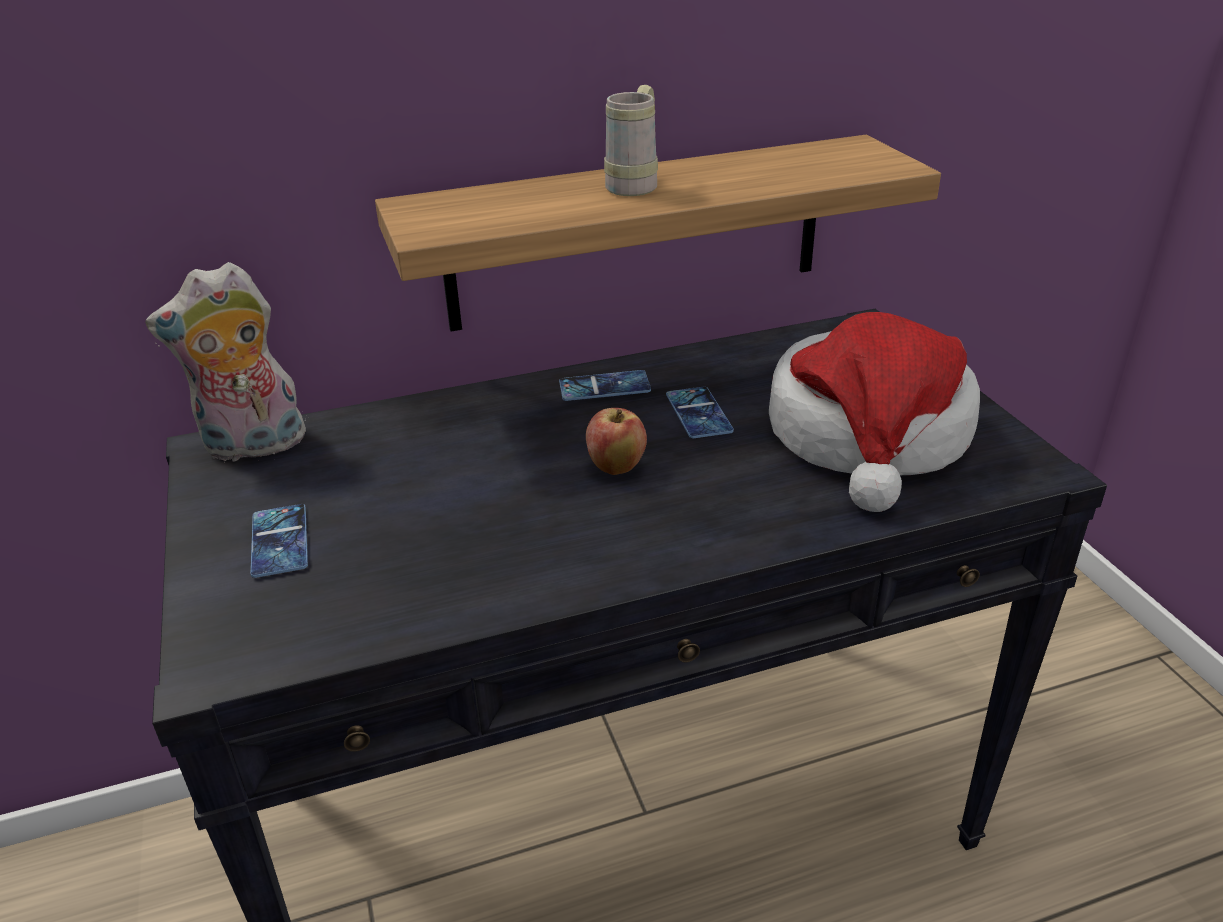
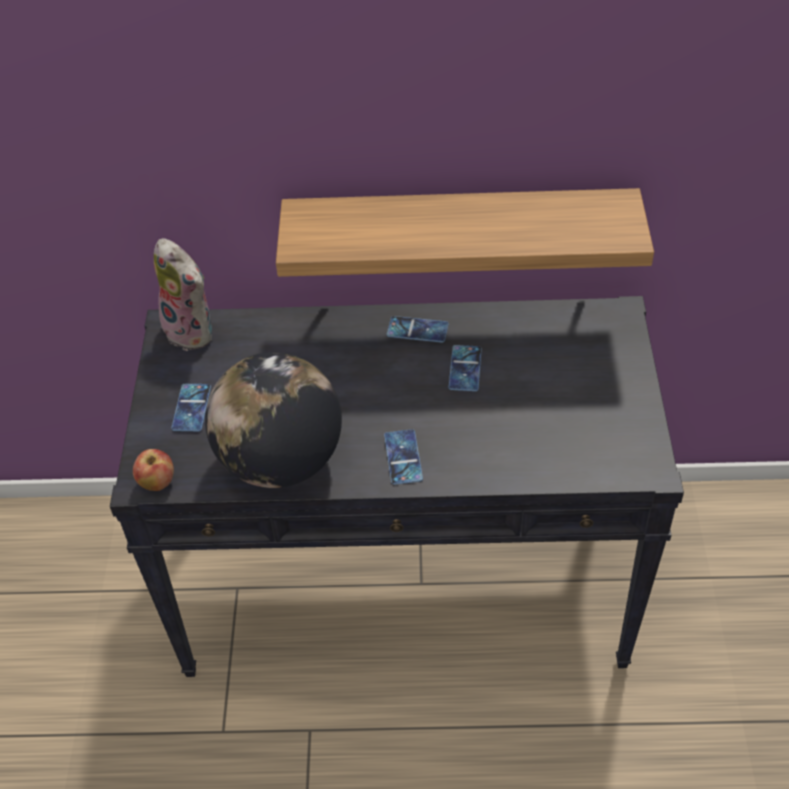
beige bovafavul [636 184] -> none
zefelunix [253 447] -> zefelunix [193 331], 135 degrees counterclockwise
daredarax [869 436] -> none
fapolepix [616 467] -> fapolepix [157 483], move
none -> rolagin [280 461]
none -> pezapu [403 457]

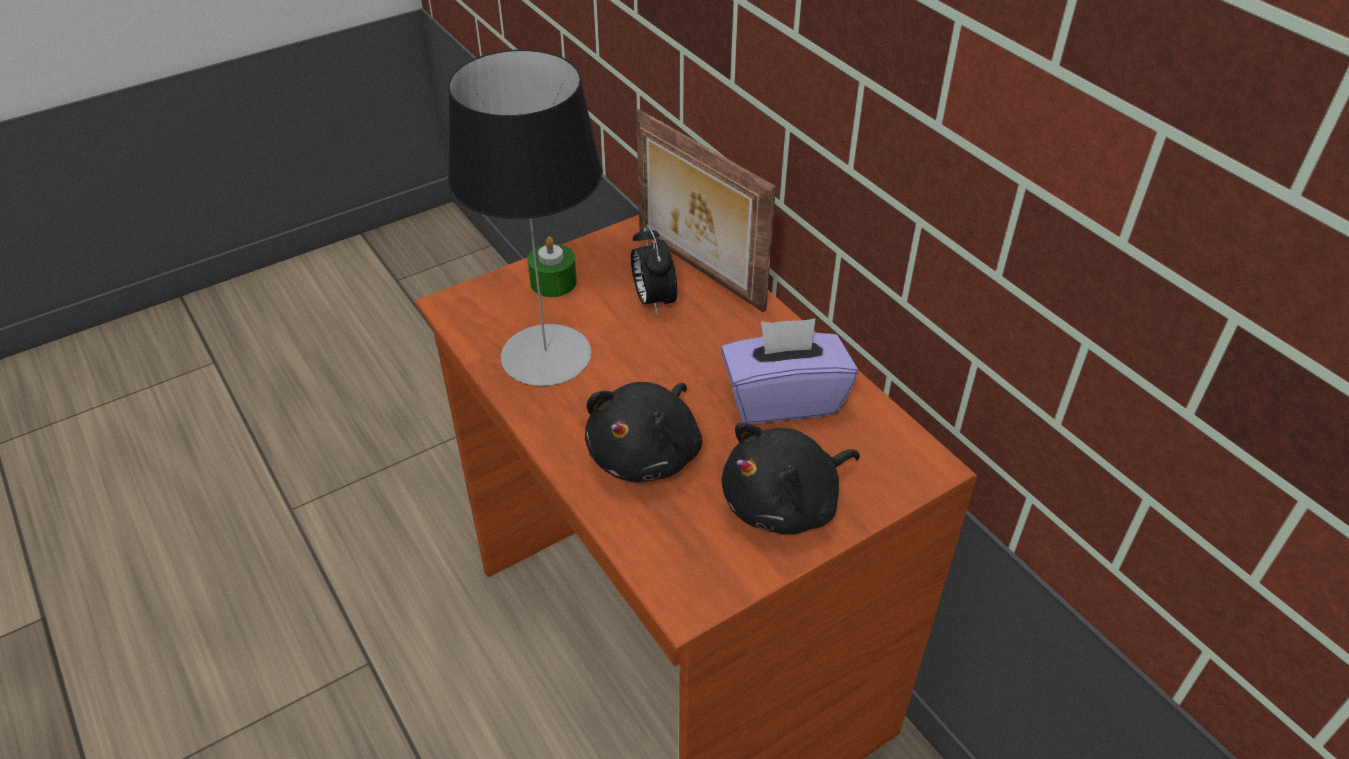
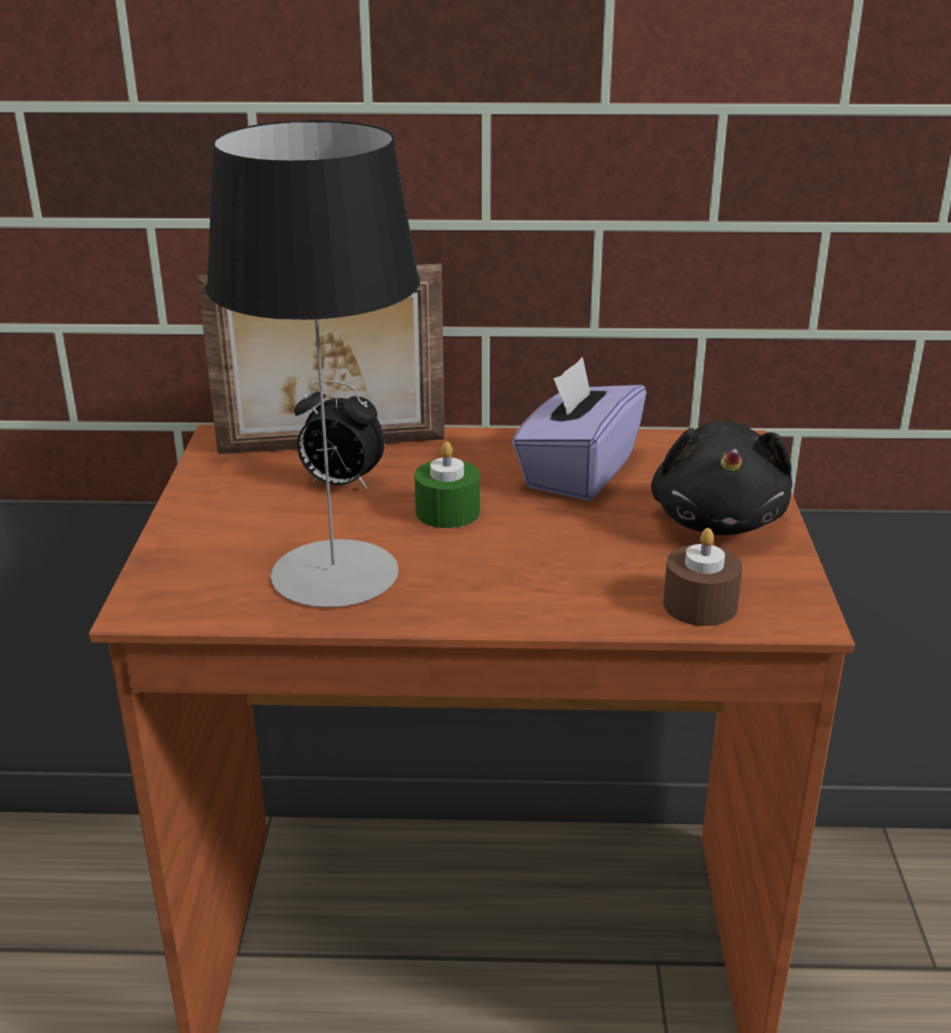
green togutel [553 282] -> green togutel [447 512], move
black zefelunix [647 453] -> none
none -> brown togutel [700 605]

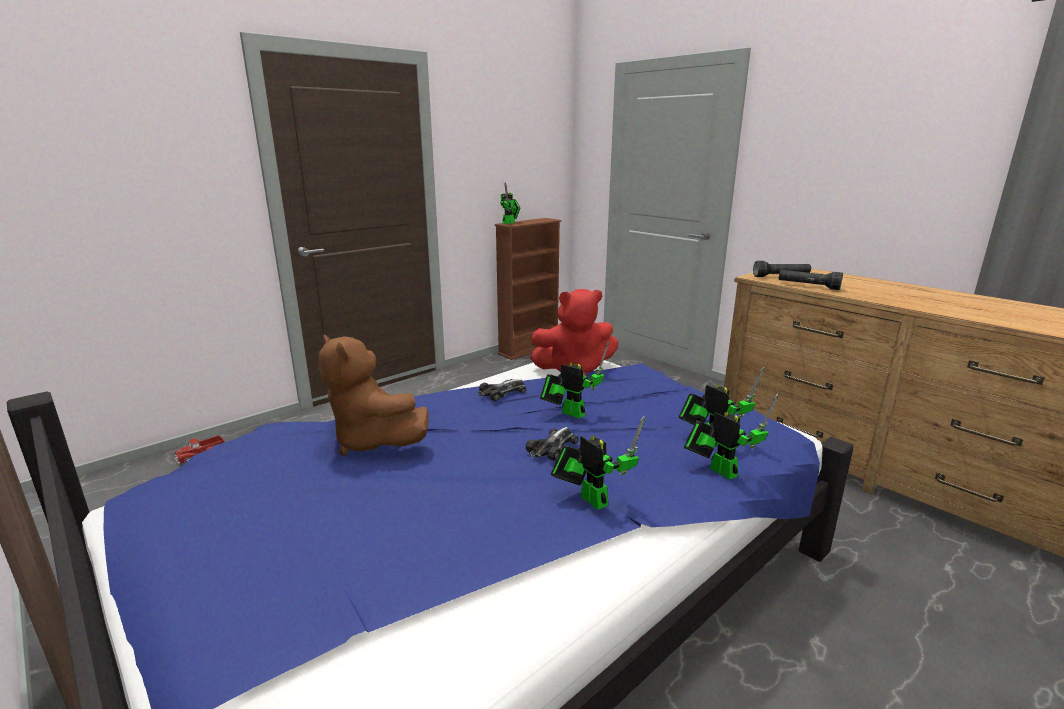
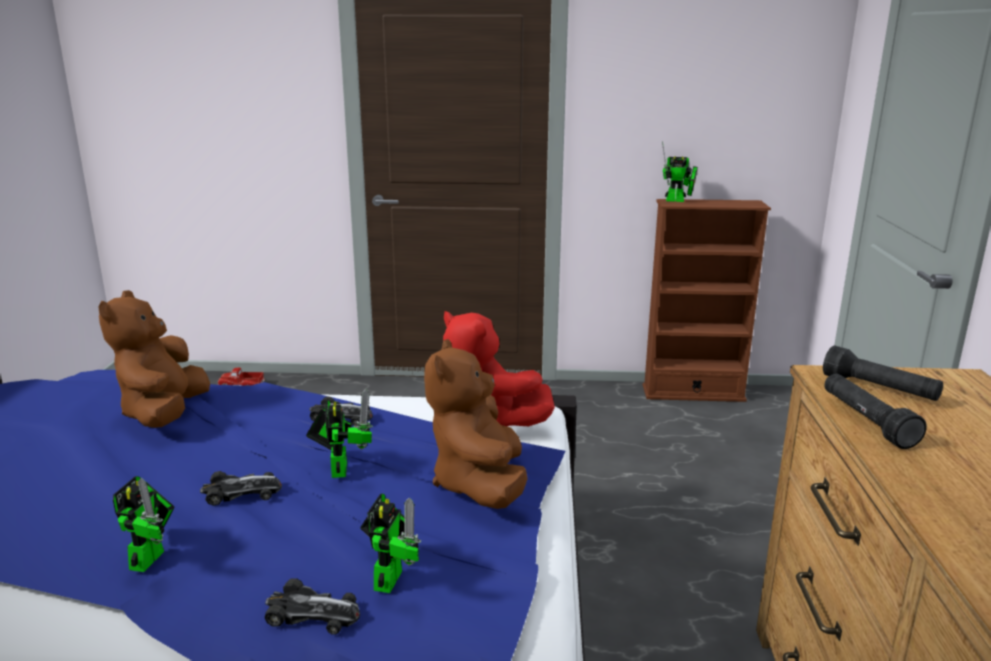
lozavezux [719 470] -> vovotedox [312 614]
none -> brown zefelunix [479 485]

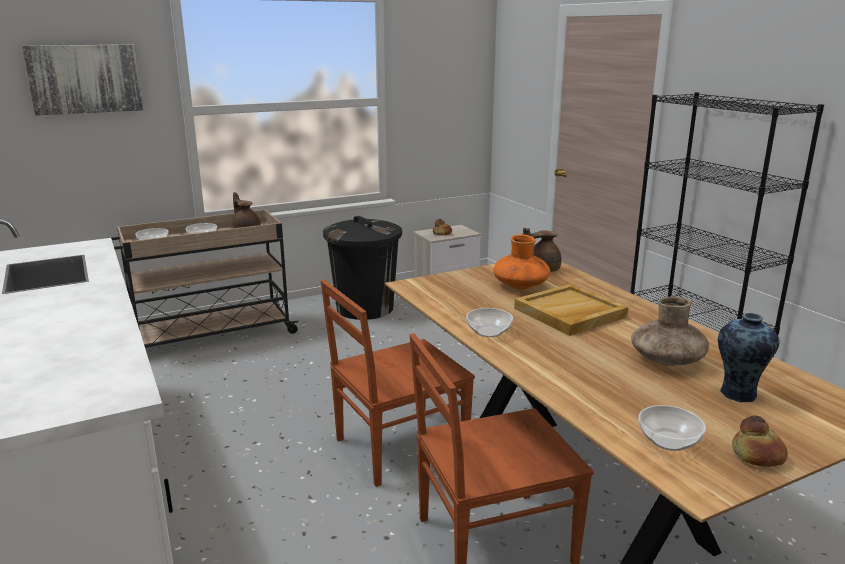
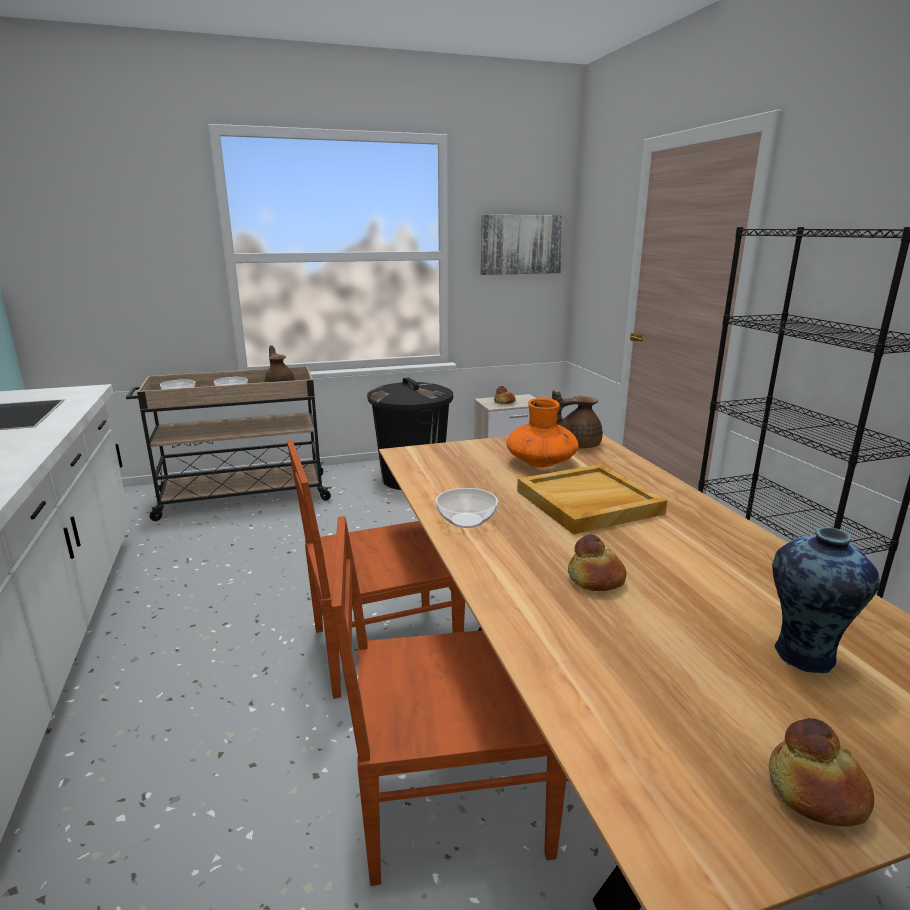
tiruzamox [85 79] -> tiruzamox [521 244], move
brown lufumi [666 360] -> none
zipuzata [669 441] -> none
none -> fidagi [595 580]

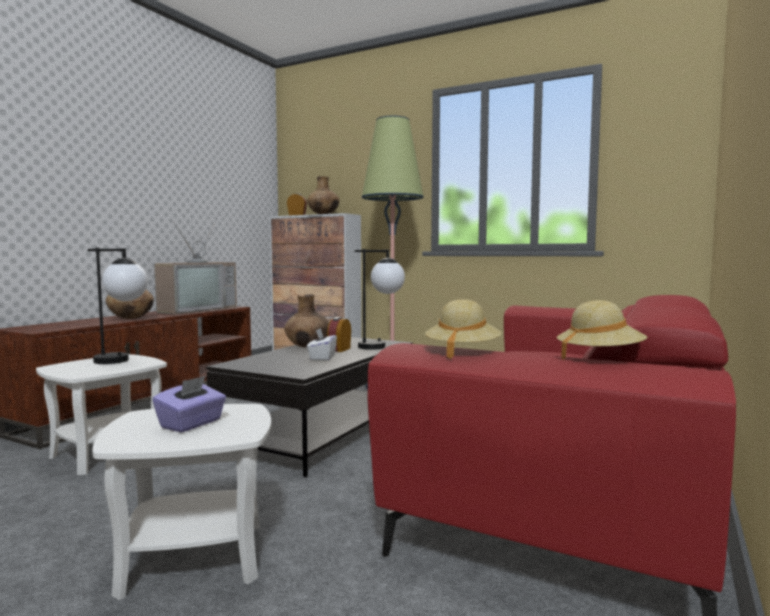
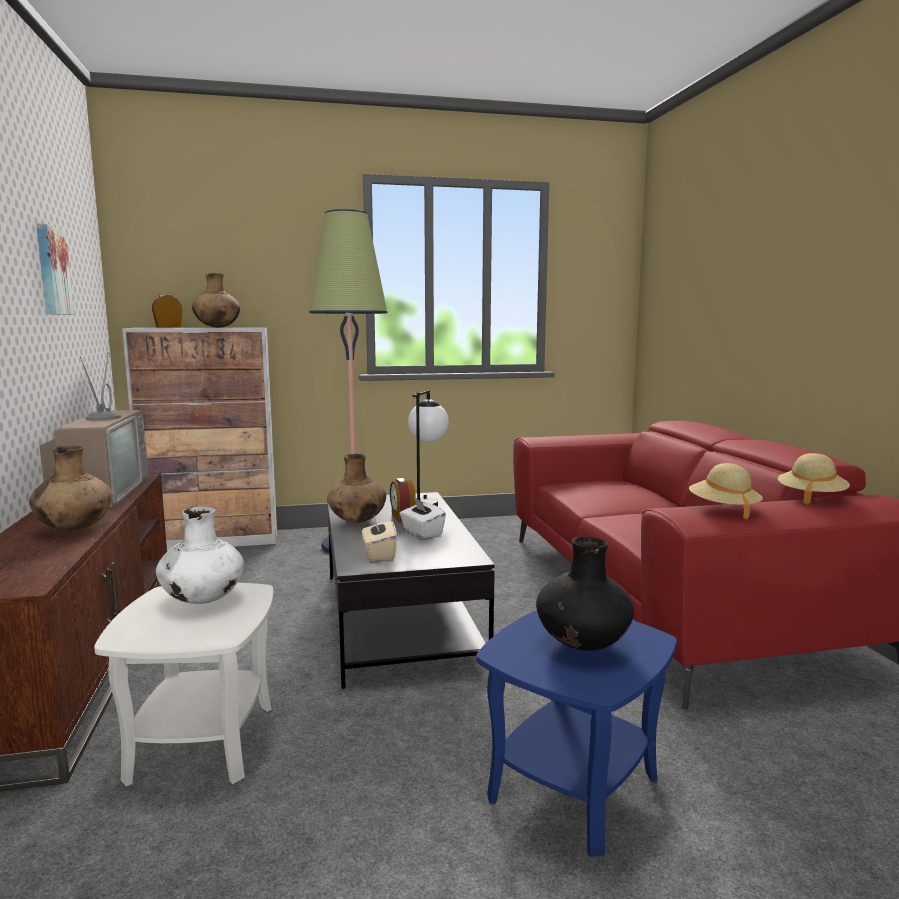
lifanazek [122 361] -> white lufumi [202 600]
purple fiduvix [192 424] -> black lufumi [582 644]
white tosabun [193 558] -> blue tosabun [573 788]
none -> tiruzamox [51 271]
none -> beige fiduvix [379 554]

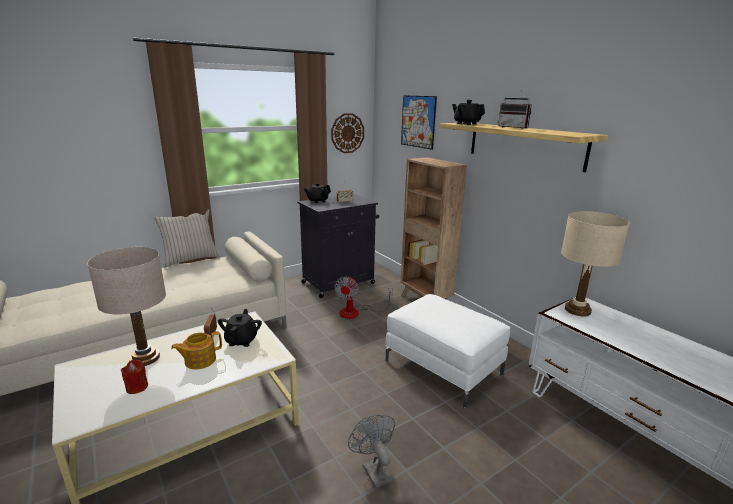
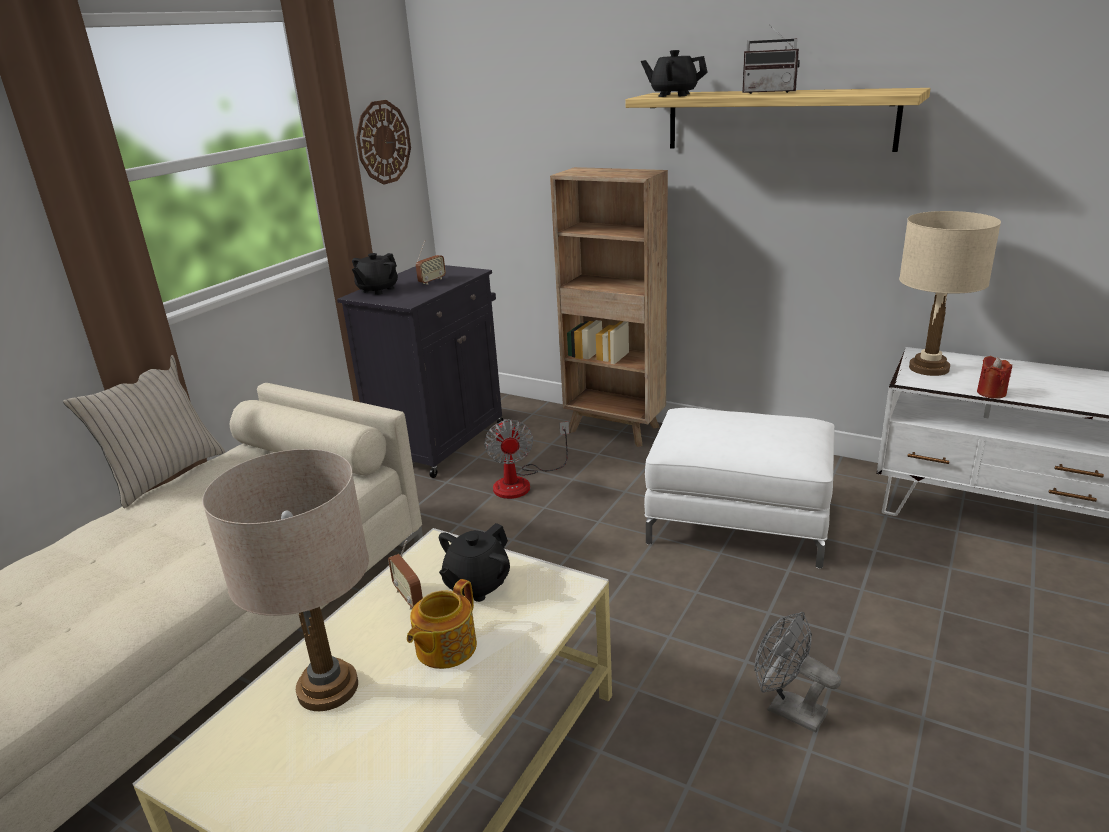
tiruzamox [418 121] -> none
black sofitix [241 340] -> black sofitix [477 585], 120 degrees counterclockwise
red togutel [137 387] -> red togutel [991 393], move

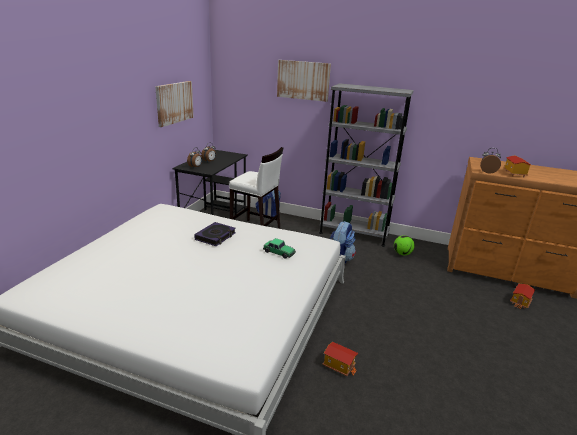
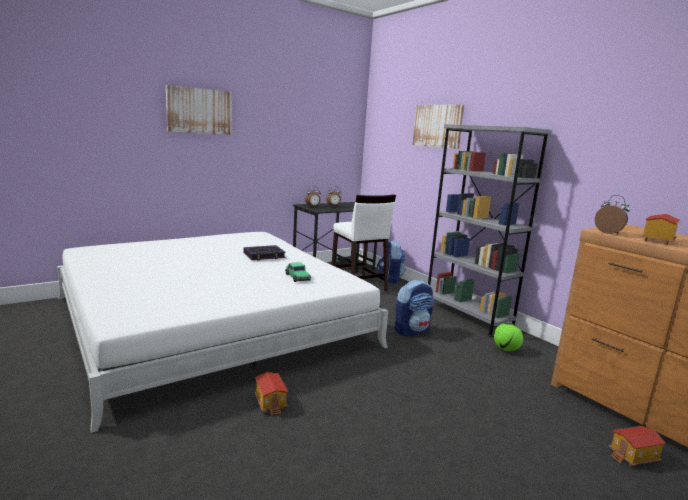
tiruzamox [174 103] -> tiruzamox [199 111], move

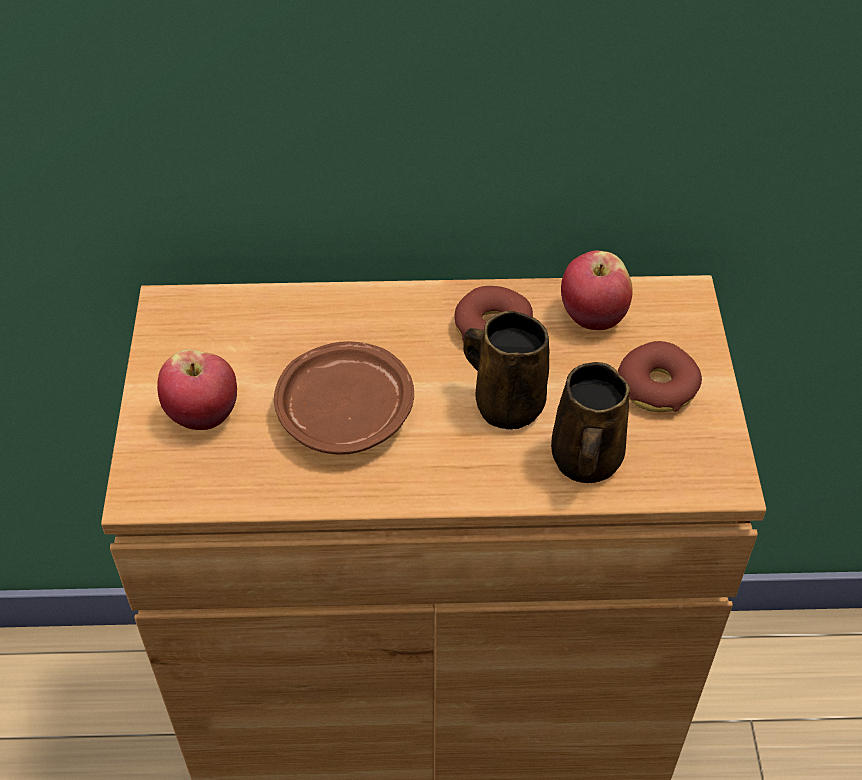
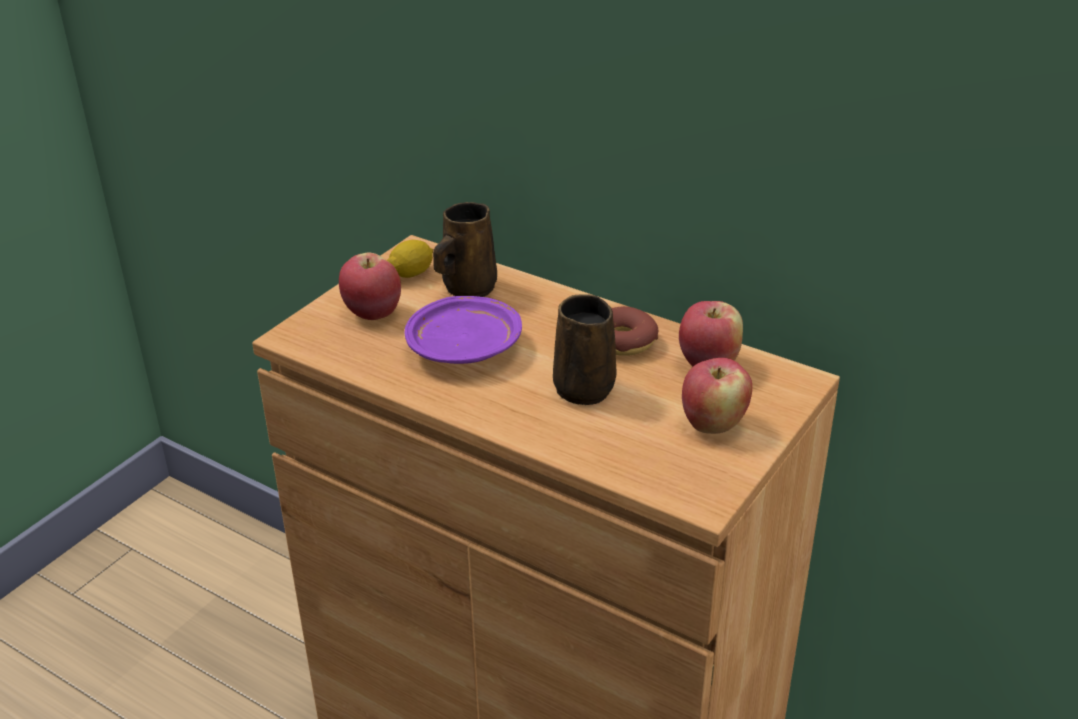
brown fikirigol [345 412] -> purple fikirigol [465 347]
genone [657 387] -> fapolepix [713 423]
brown bovafavul [585 462] -> brown bovafavul [467 288], move
none -> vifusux [411 273]

